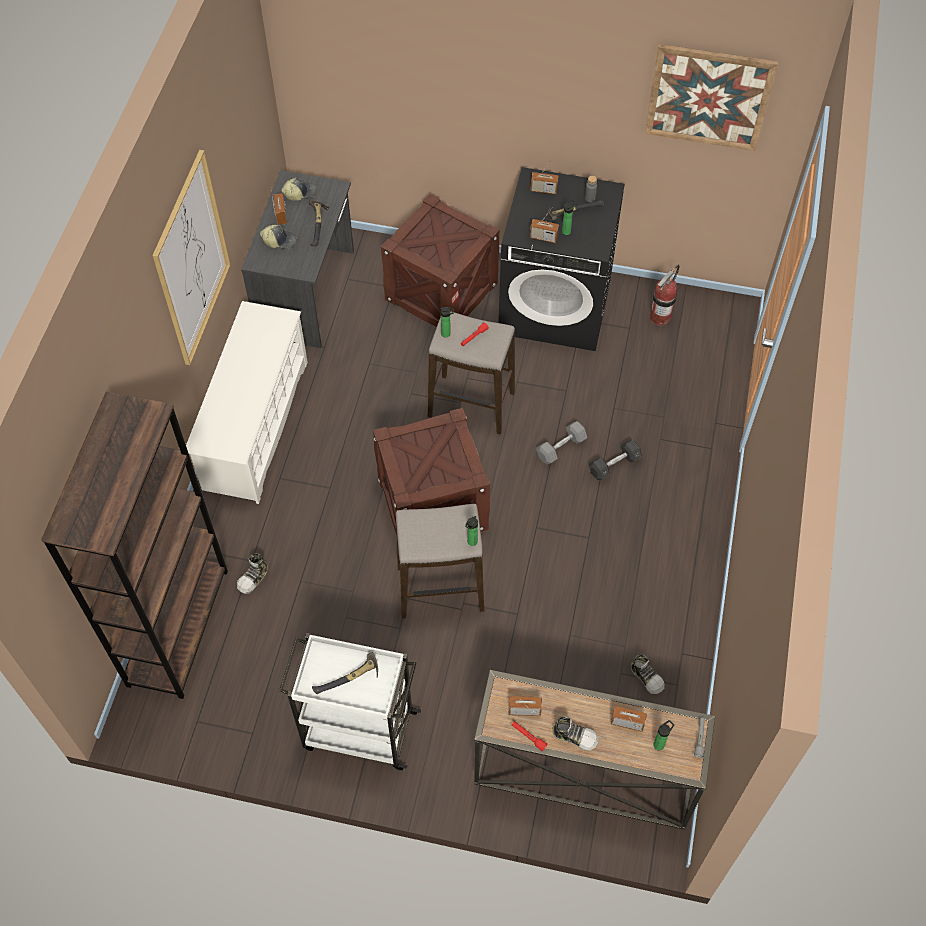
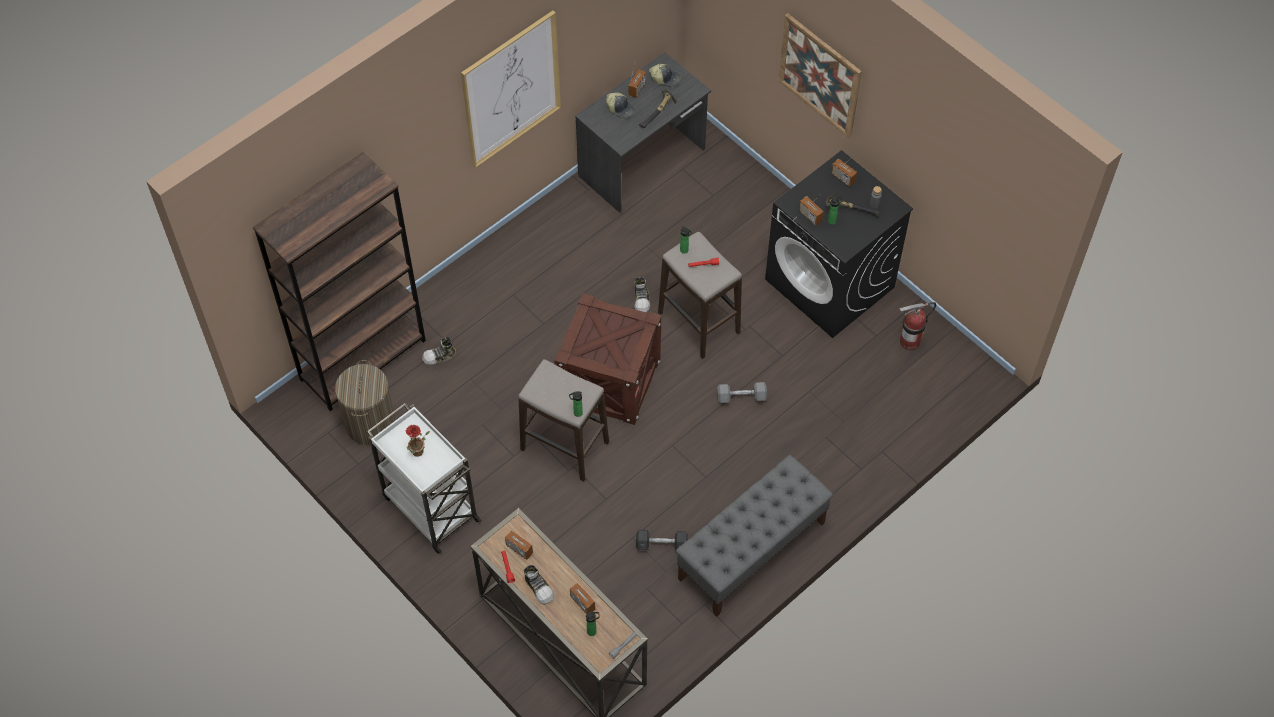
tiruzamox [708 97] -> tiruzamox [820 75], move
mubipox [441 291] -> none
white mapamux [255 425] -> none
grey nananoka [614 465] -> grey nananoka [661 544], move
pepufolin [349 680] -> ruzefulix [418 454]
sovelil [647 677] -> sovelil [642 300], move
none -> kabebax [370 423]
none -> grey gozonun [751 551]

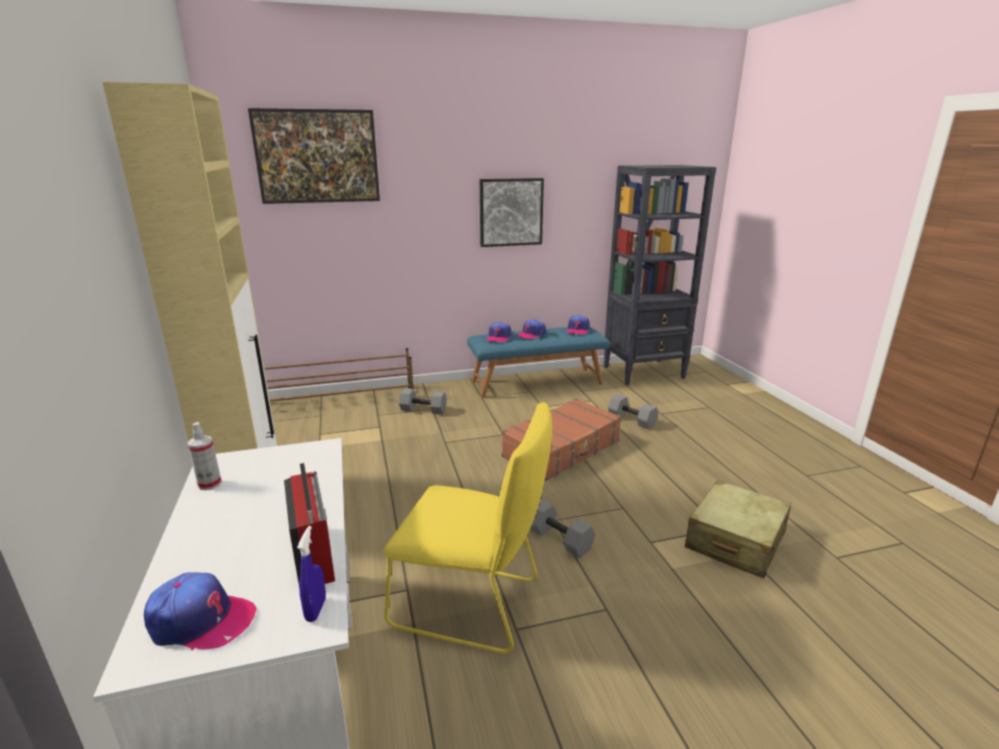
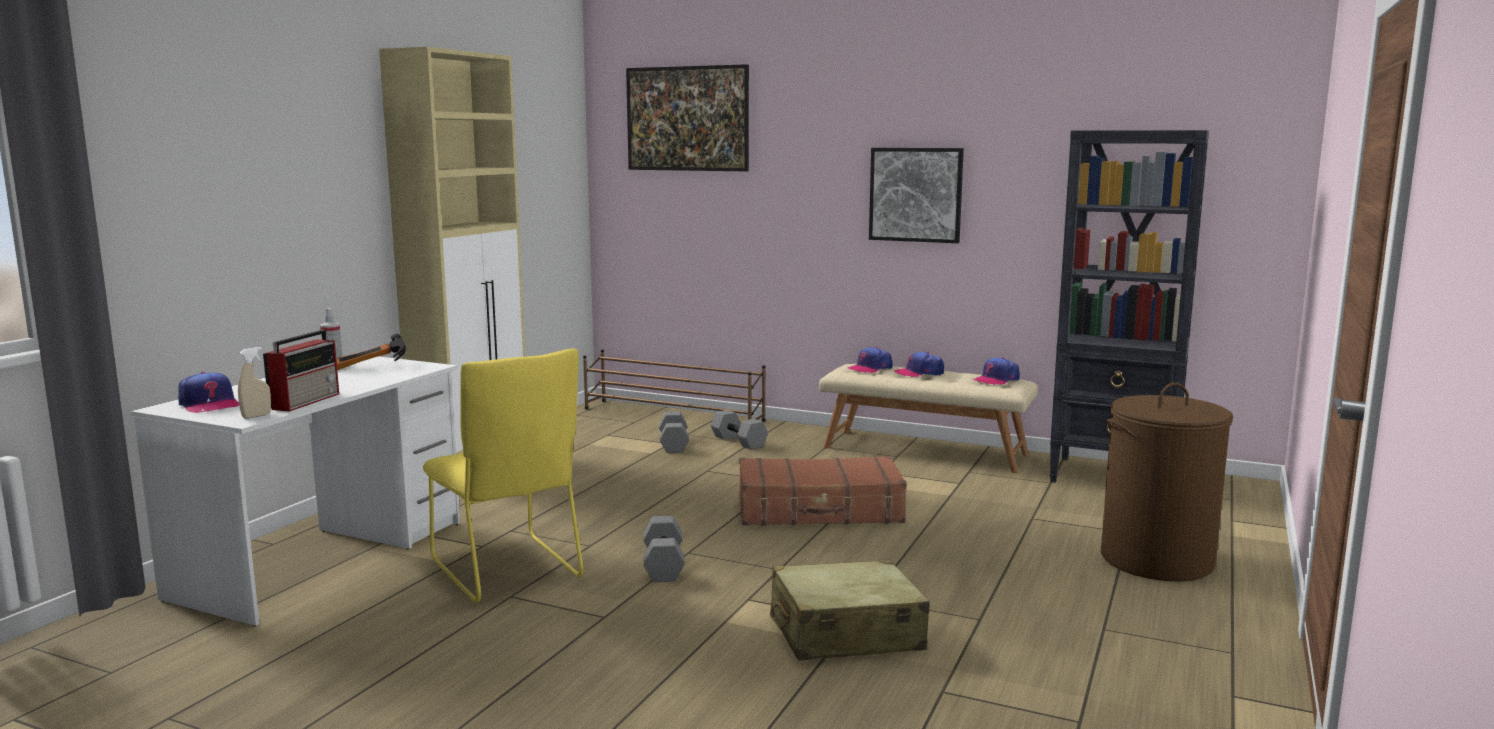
blue gozonun [536 382] -> beige gozonun [925 450]
grey nananoka [631 420] -> grey nananoka [672 444], move
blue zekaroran [316 610] -> beige zekaroran [256 416]
none -> pepufolin [371 367]
none -> brown kabebax [1156 560]

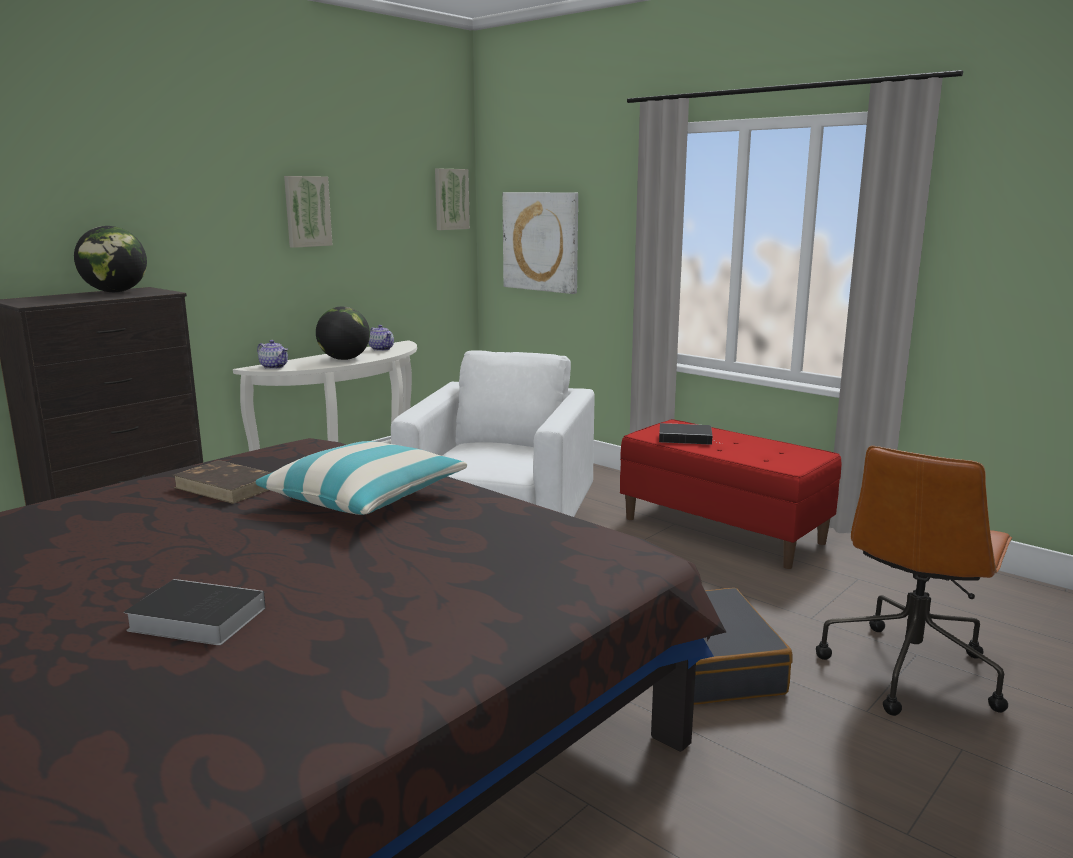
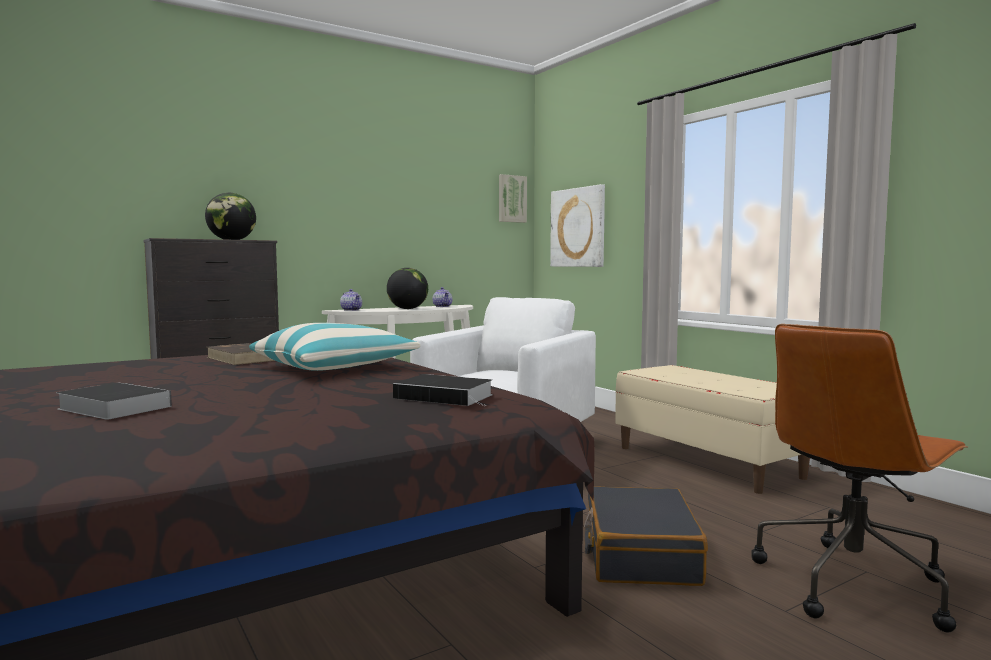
tiruzamox [307 211] -> none
red gozonun [723 530] -> beige gozonun [708 462]
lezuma [687 438] -> lezuma [447 396], move

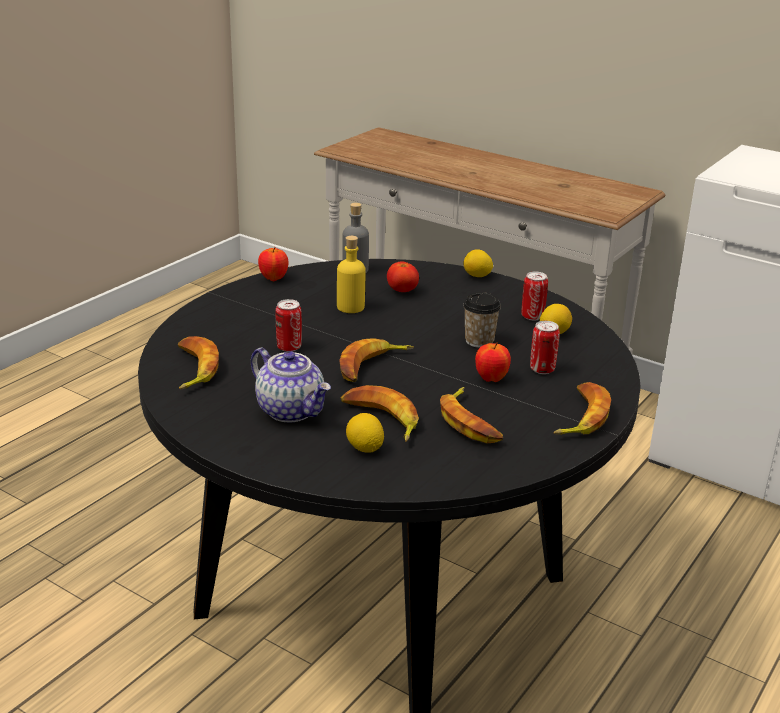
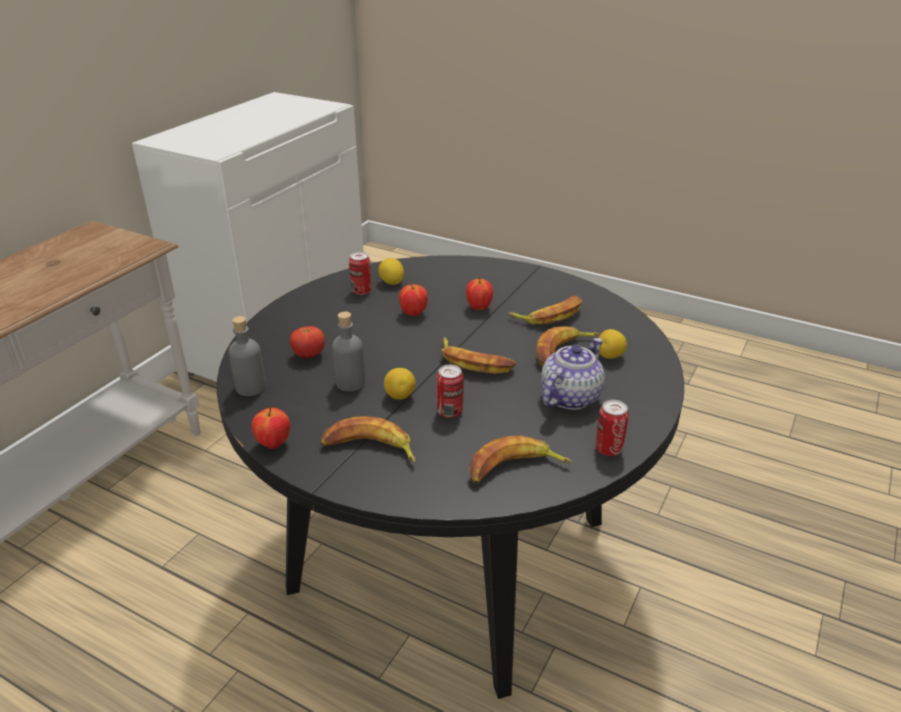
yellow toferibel [350 307] -> grey toferibel [350 383]
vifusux [477 276] -> vifusux [400 396], move
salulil [479 341] -> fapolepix [413 313]
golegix [542 369] -> golegix [608 449], move
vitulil [580 416] -> vitulil [369 449], move

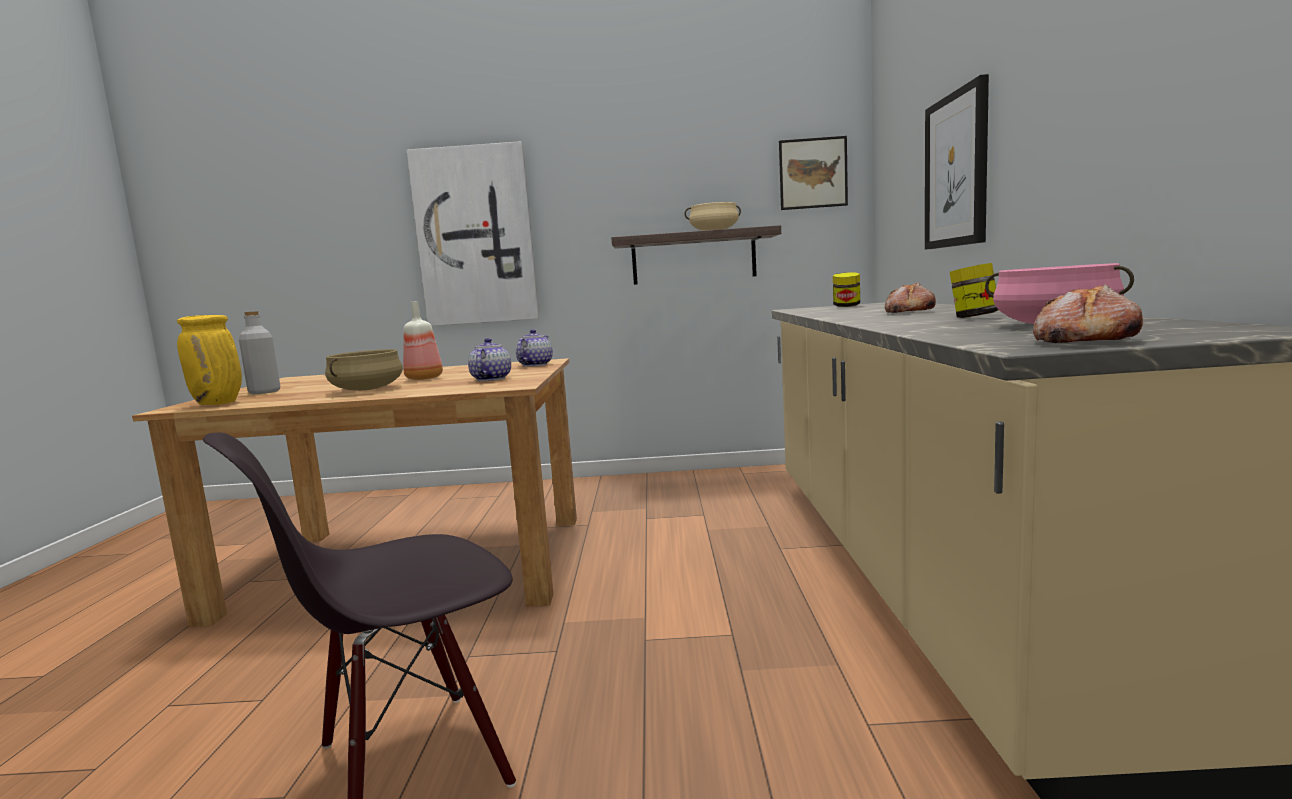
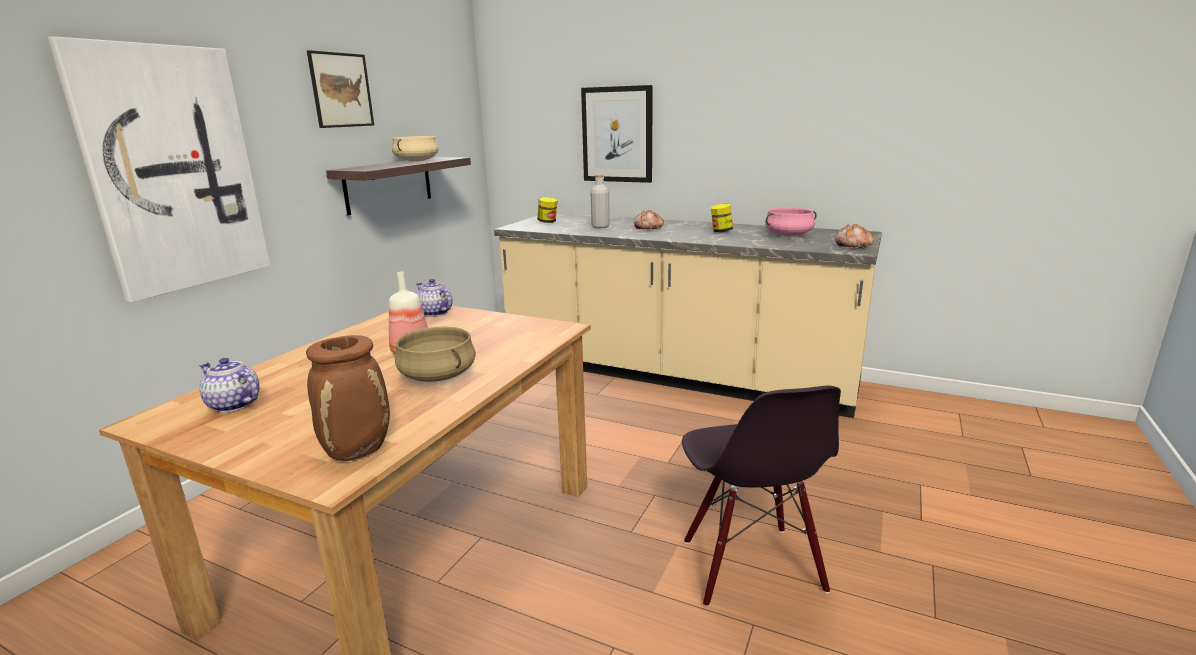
tiruzamox [813 173] -> tiruzamox [341 90], move
grey toferibel [264 392] -> grey toferibel [600 226], move
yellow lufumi [219 403] -> brown lufumi [359 450]
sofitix [490 379] -> sofitix [233 405], move

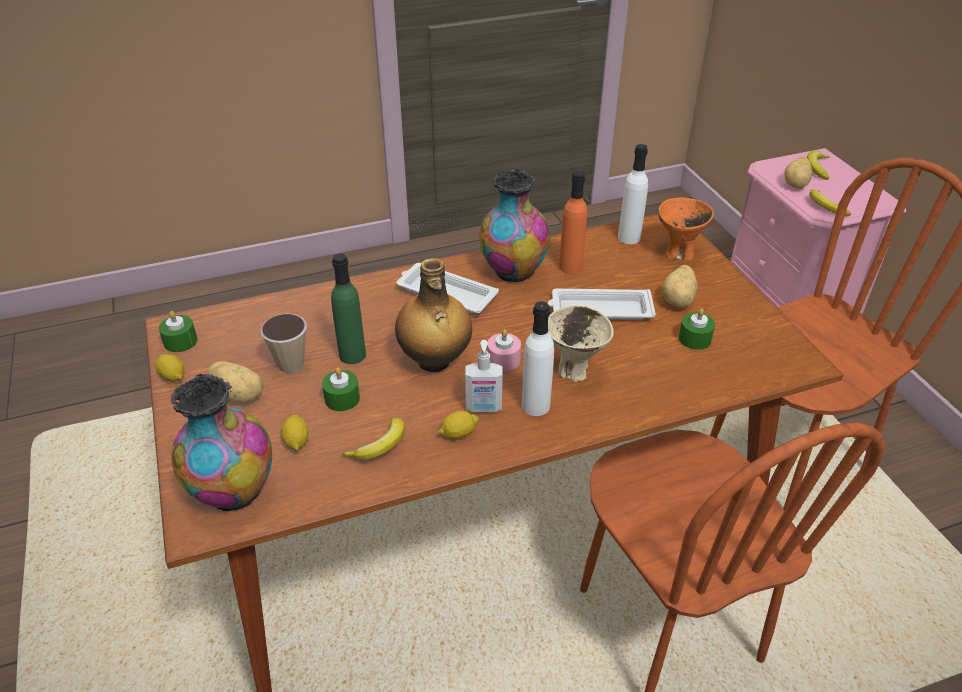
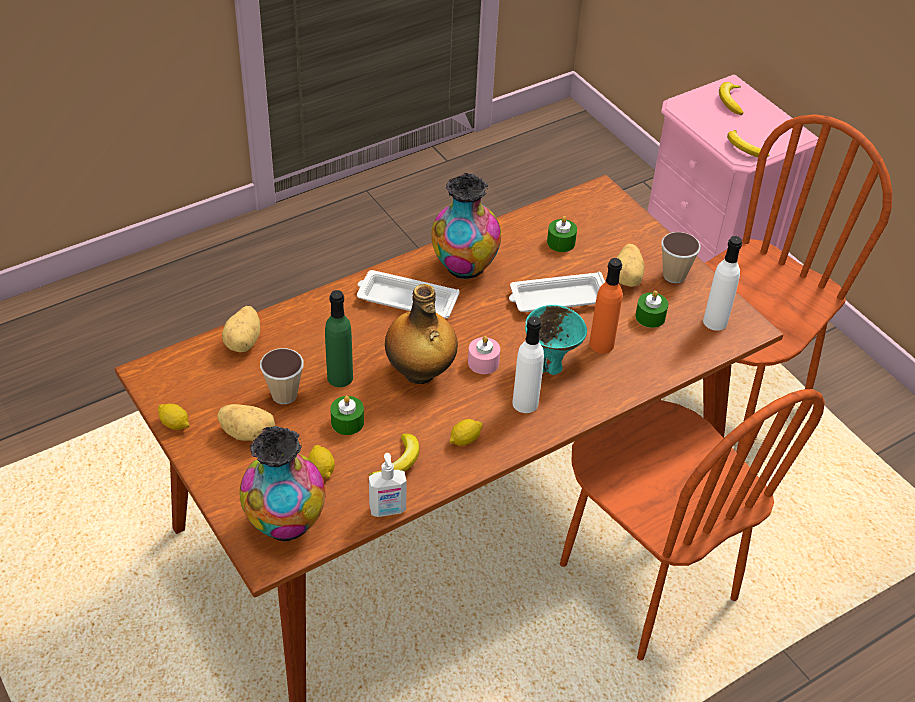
white toferibel [629 237] -> white toferibel [715 321], move
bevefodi [796 184] -> bevefodi [244 341], move
orange toferibel [570 267] -> orange toferibel [601 344], move
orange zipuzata [678 254] -> none
beige zipuzata [574 371] -> turquoise zipuzata [550 364]
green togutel [180 341] -> green togutel [561 242], move
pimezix [483 408] -> pimezix [388 510], move
none -> salulil [674 275]

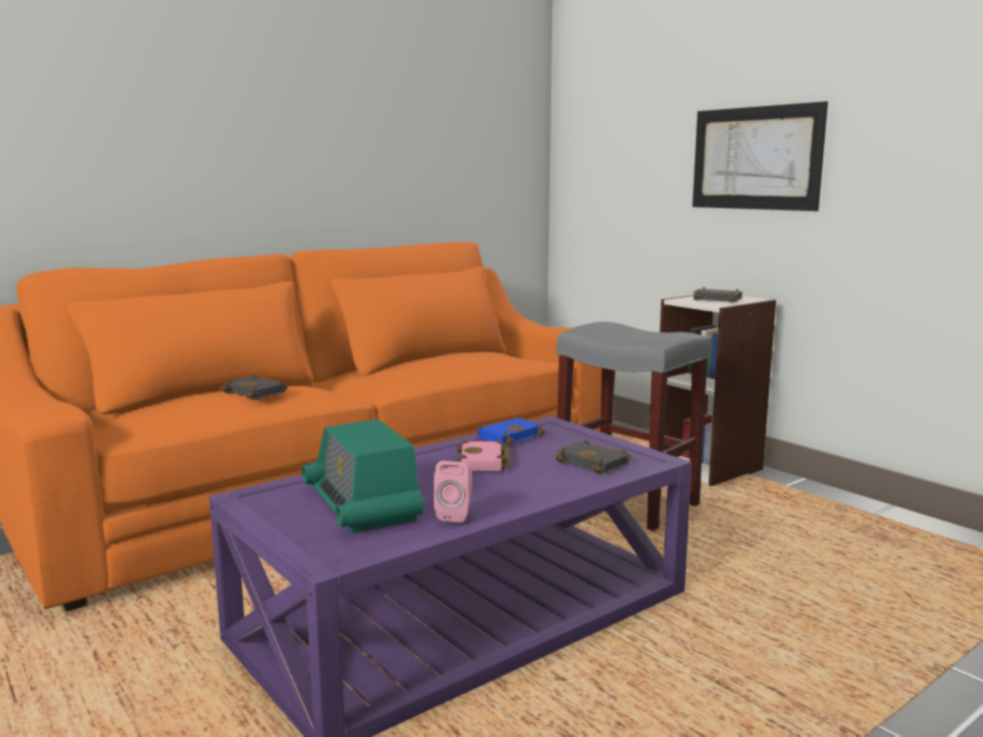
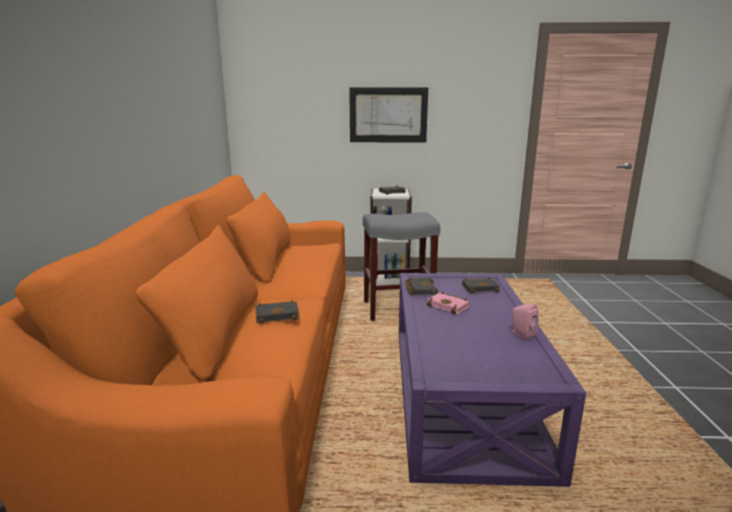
blue lezuma [509 436] -> black lezuma [419 289]
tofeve [362 504] -> none

